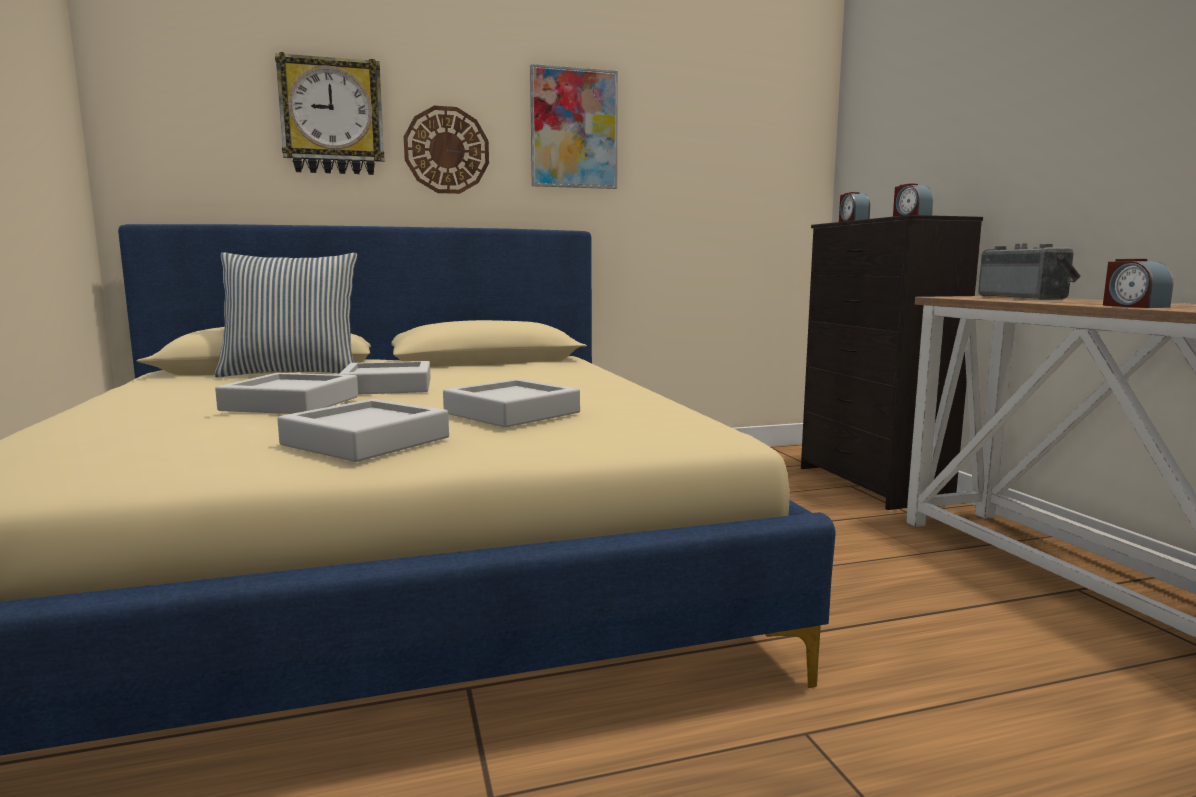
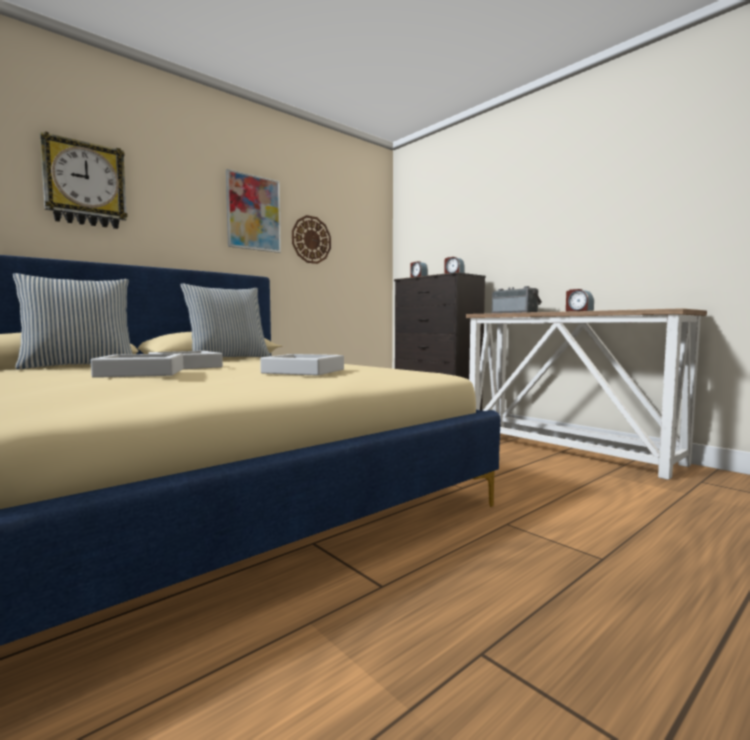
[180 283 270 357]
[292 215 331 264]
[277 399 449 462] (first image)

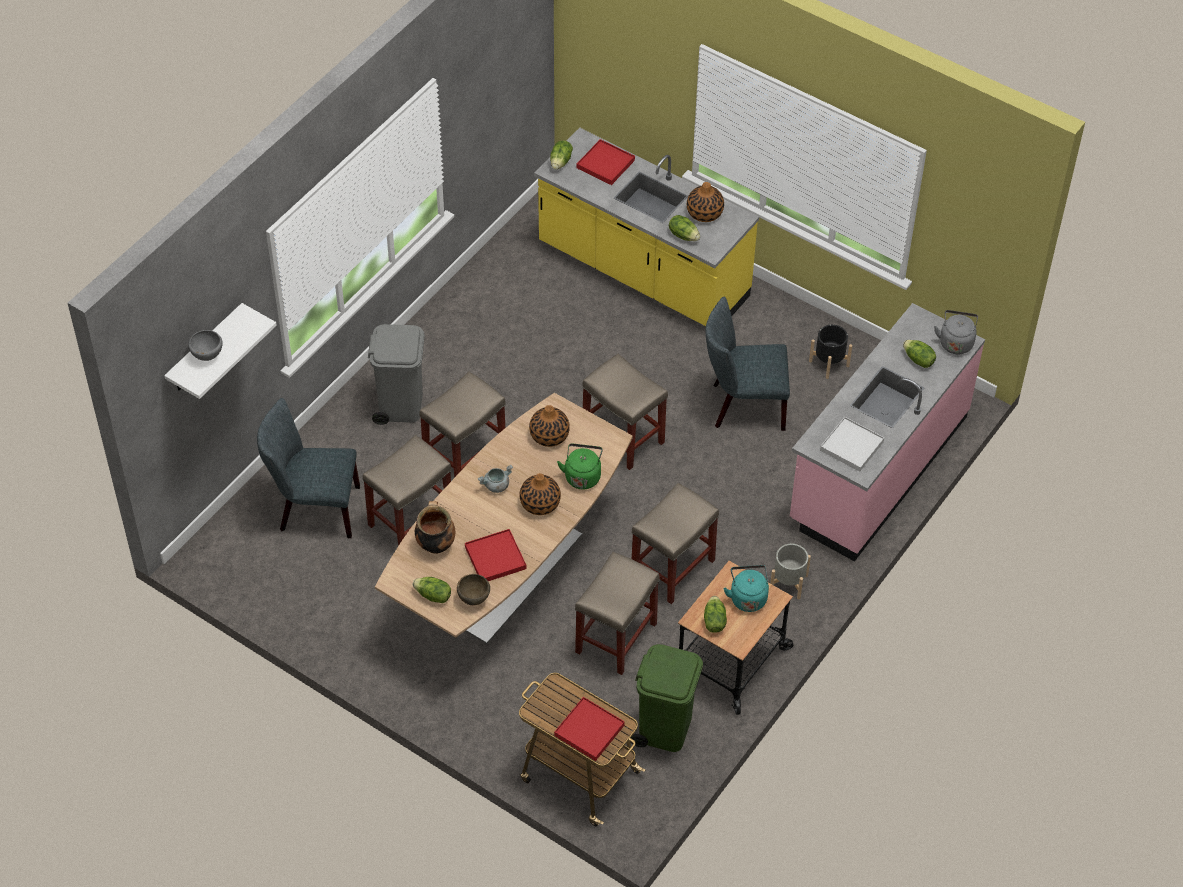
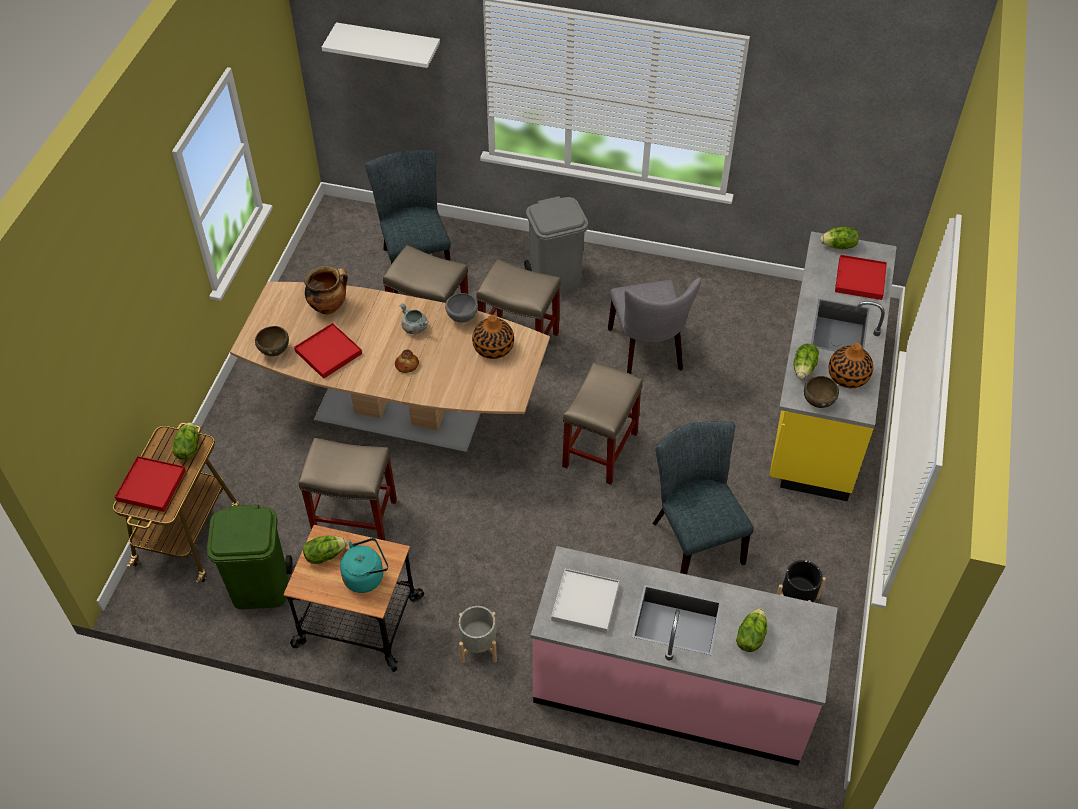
[172 422 199 460]
[395 349 419 373]
[445 293 478 323]
[608 278 701 374]
[804 376 839 408]
[557 444 603 489] (first image)
[632 483 719 604] (first image)
[934 310 978 355] (first image)

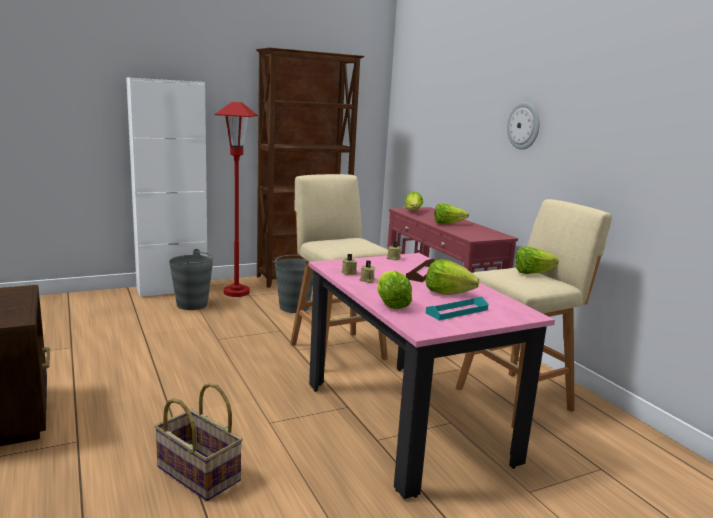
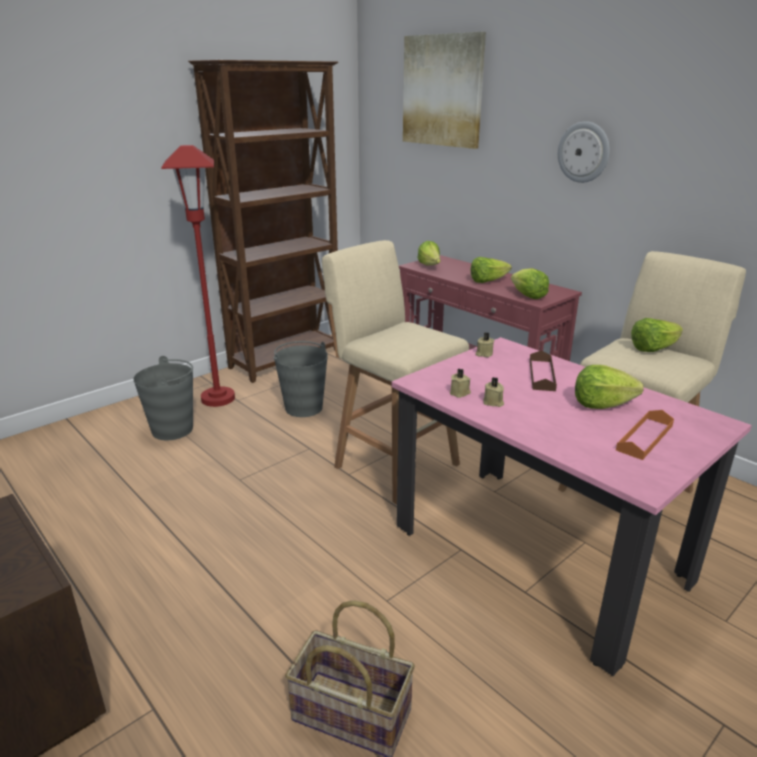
[403 32 486 149]
[511 268 549 299]
[616 410 674 460]
[126 77 207 298] (first image)

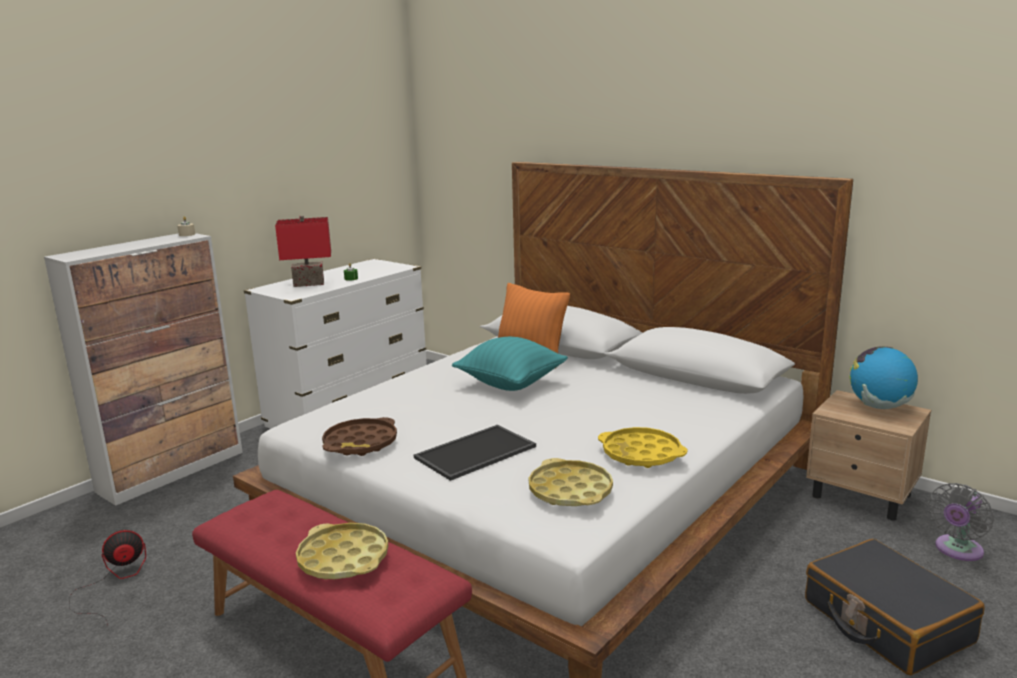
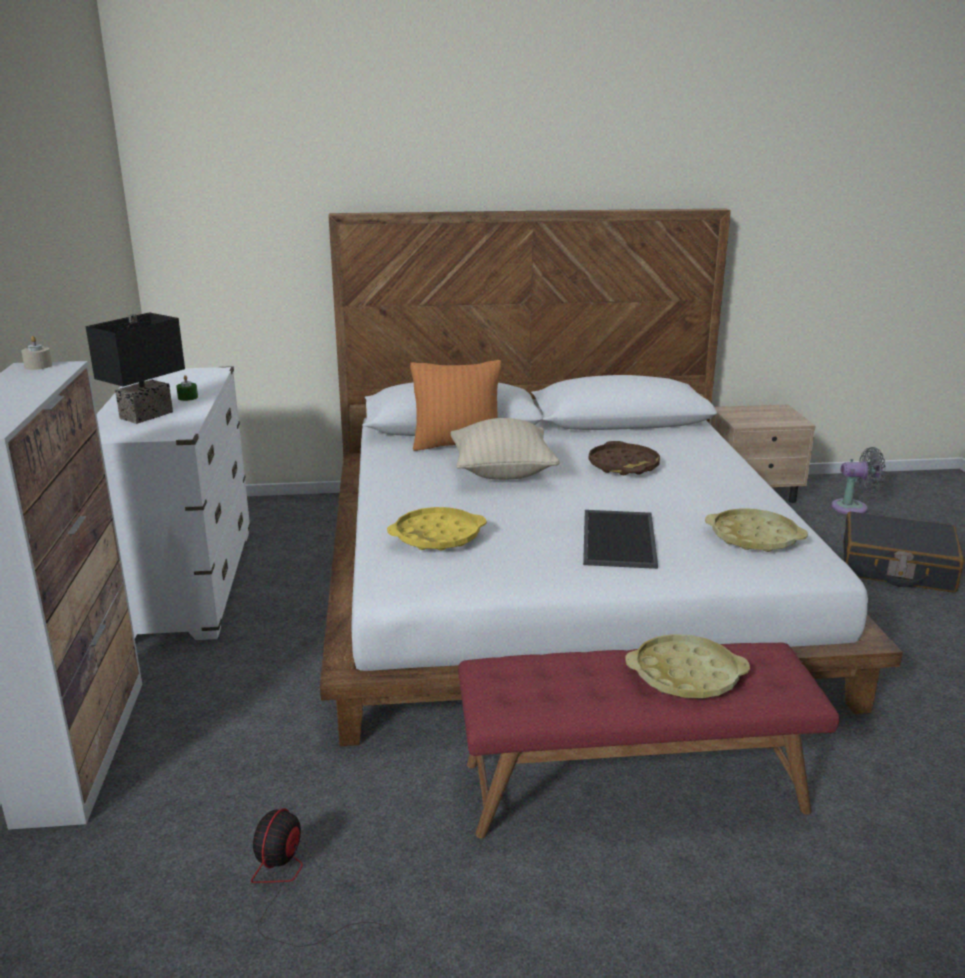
[86 312 185 424]
[387 507 487 551]
[451 418 560 480]
[589 441 660 475]
[831 447 886 514]
[849 346 918 409] (first image)

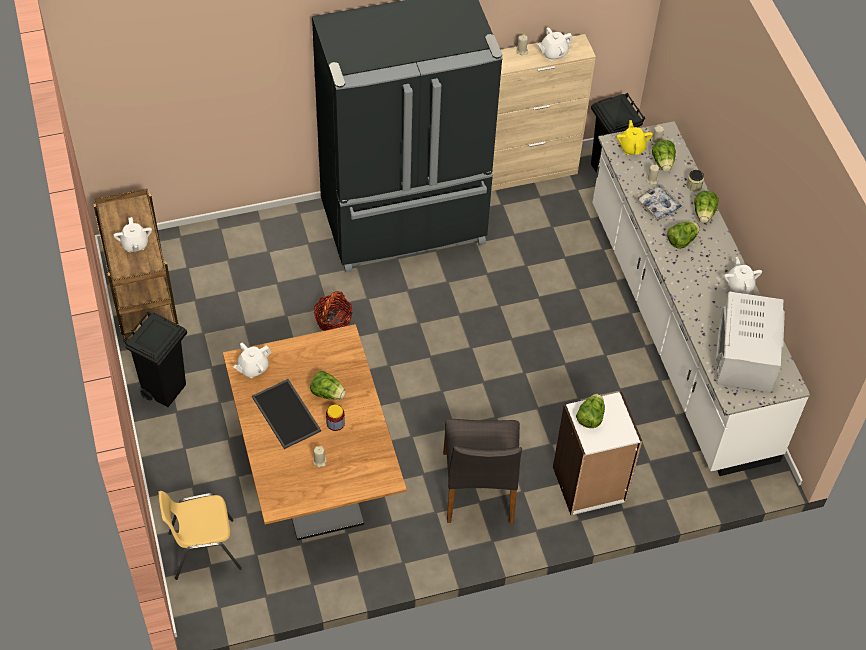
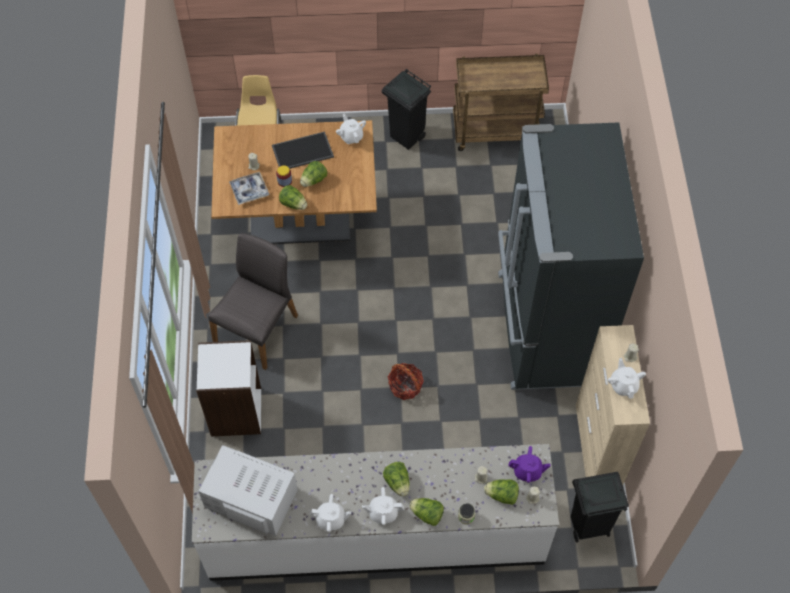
[208 233 298 370]
[229 172 269 205]
[279 185 307 210]
[362 487 404 525]
[388 363 424 400]
[508 446 551 483]

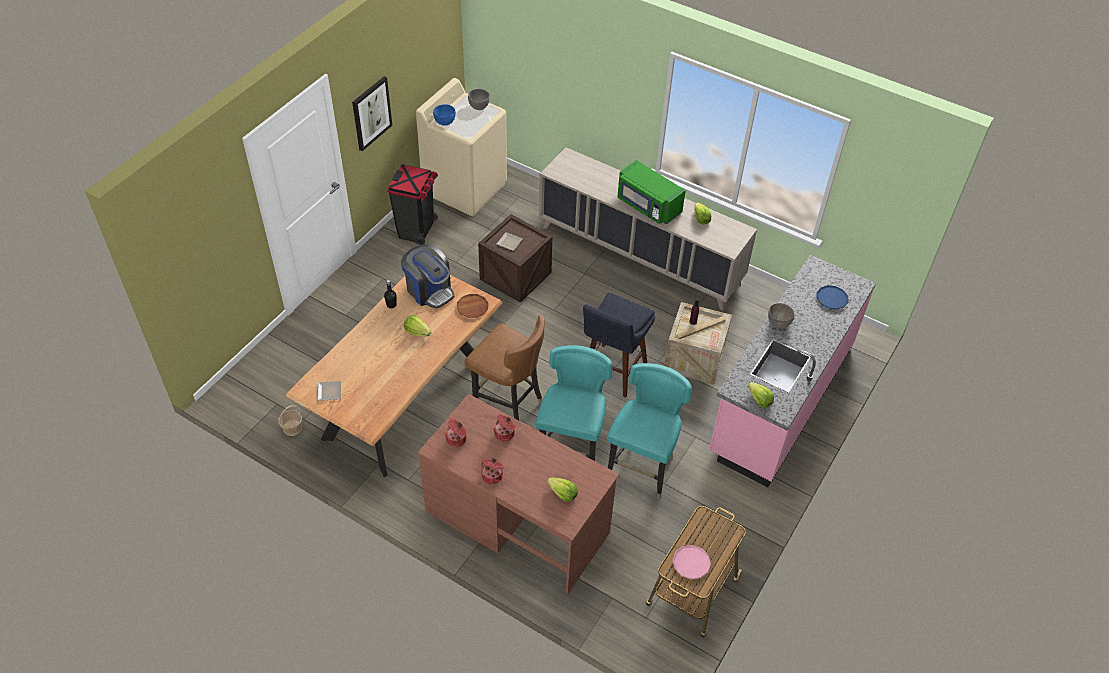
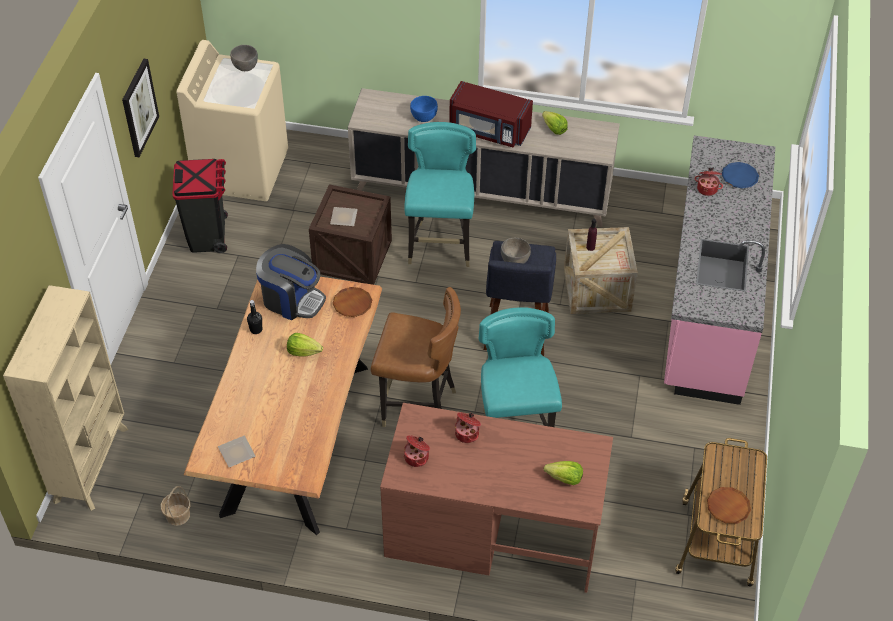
[3 285 128 511]
[404 122 476 267]
[410 96 438 122]
[449 81 533 148]
[501 238 531 263]
[695 168 723 196]
[707 487 751 524]
[748 382 774 408] (first image)

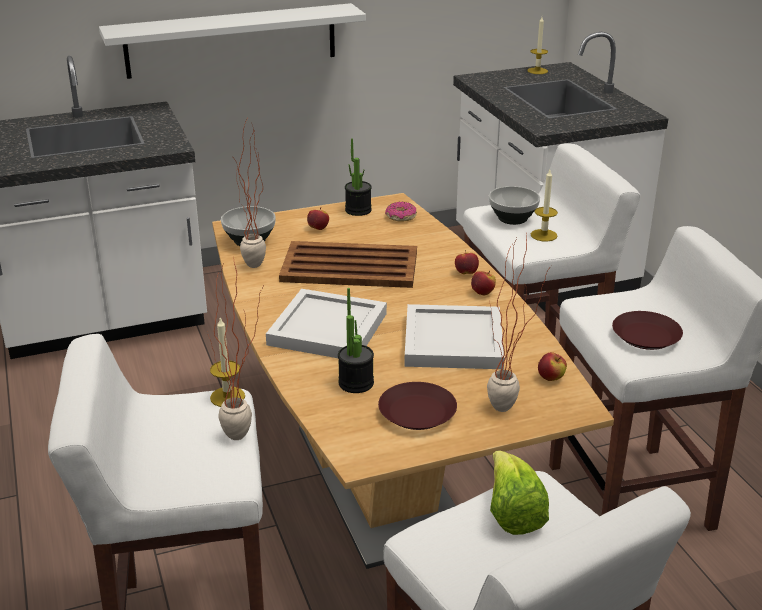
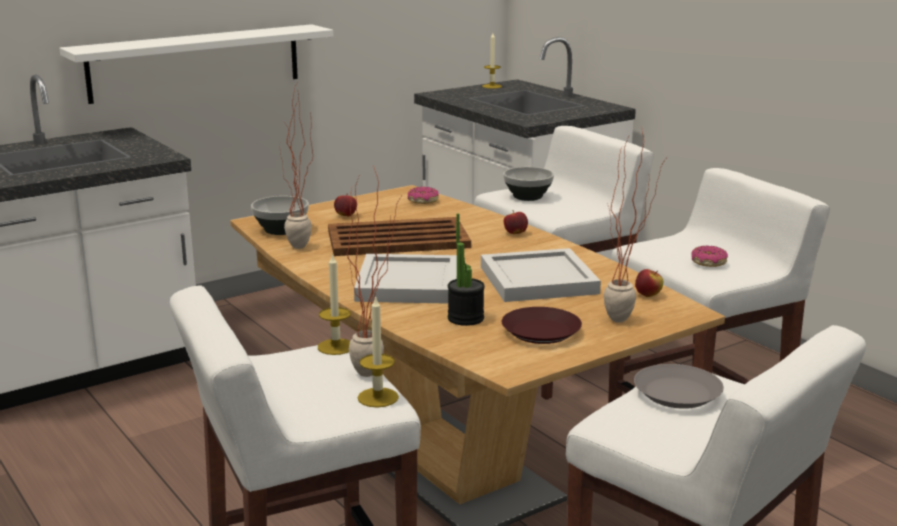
[358 295 399 408]
[634 364 724 409]
[691 245 728 267]
[345 138 372 216] (first image)
[471 271 496 295] (first image)

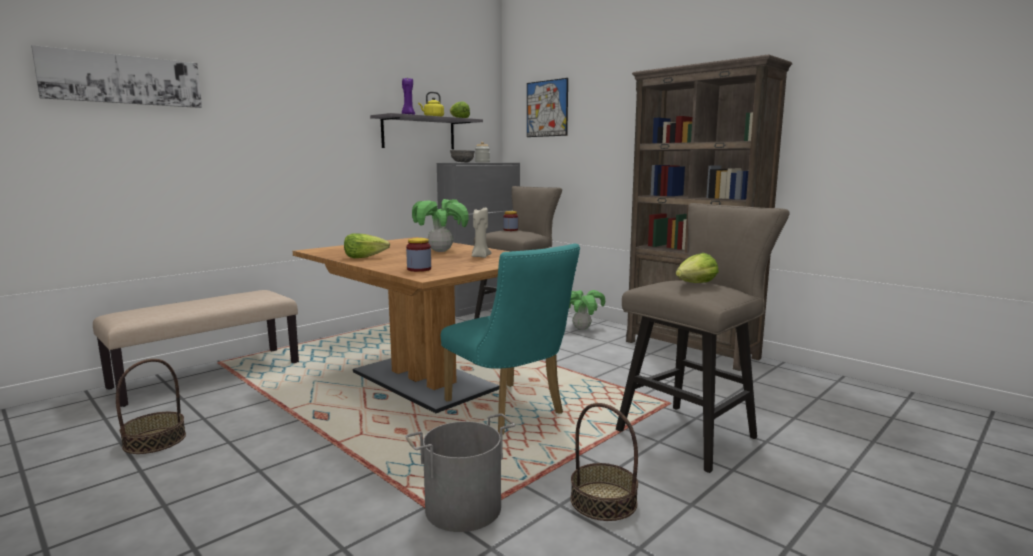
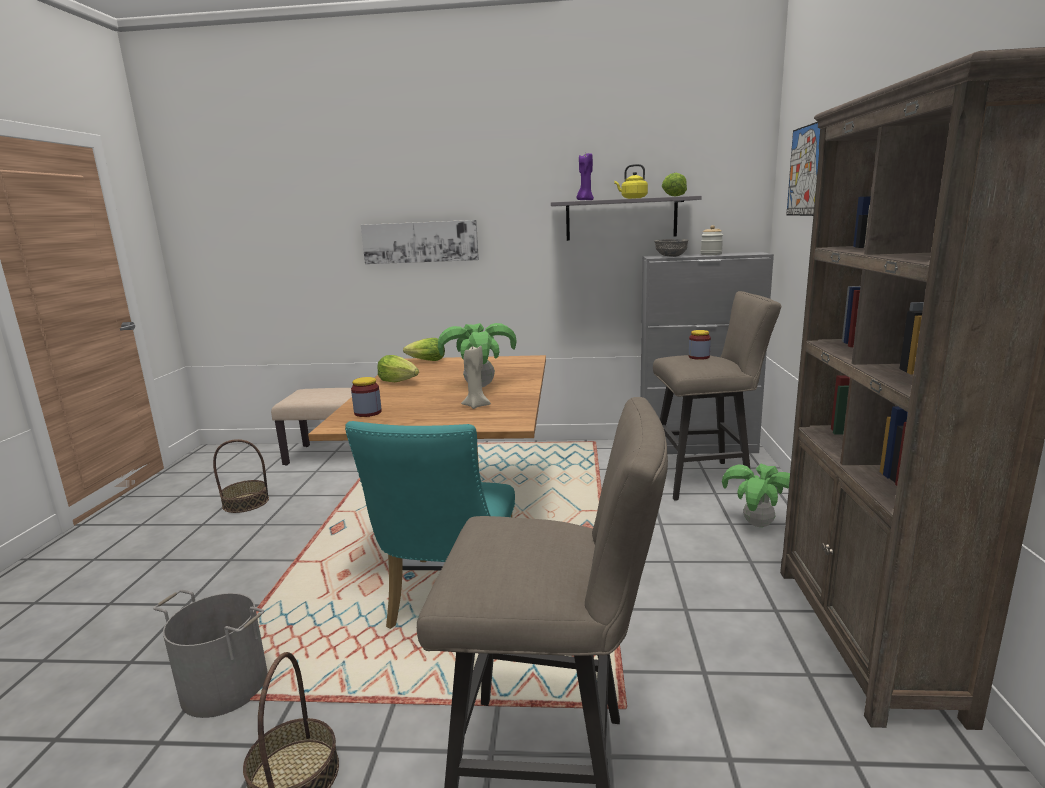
[361 220 479 264]
[403 338 445 361]

